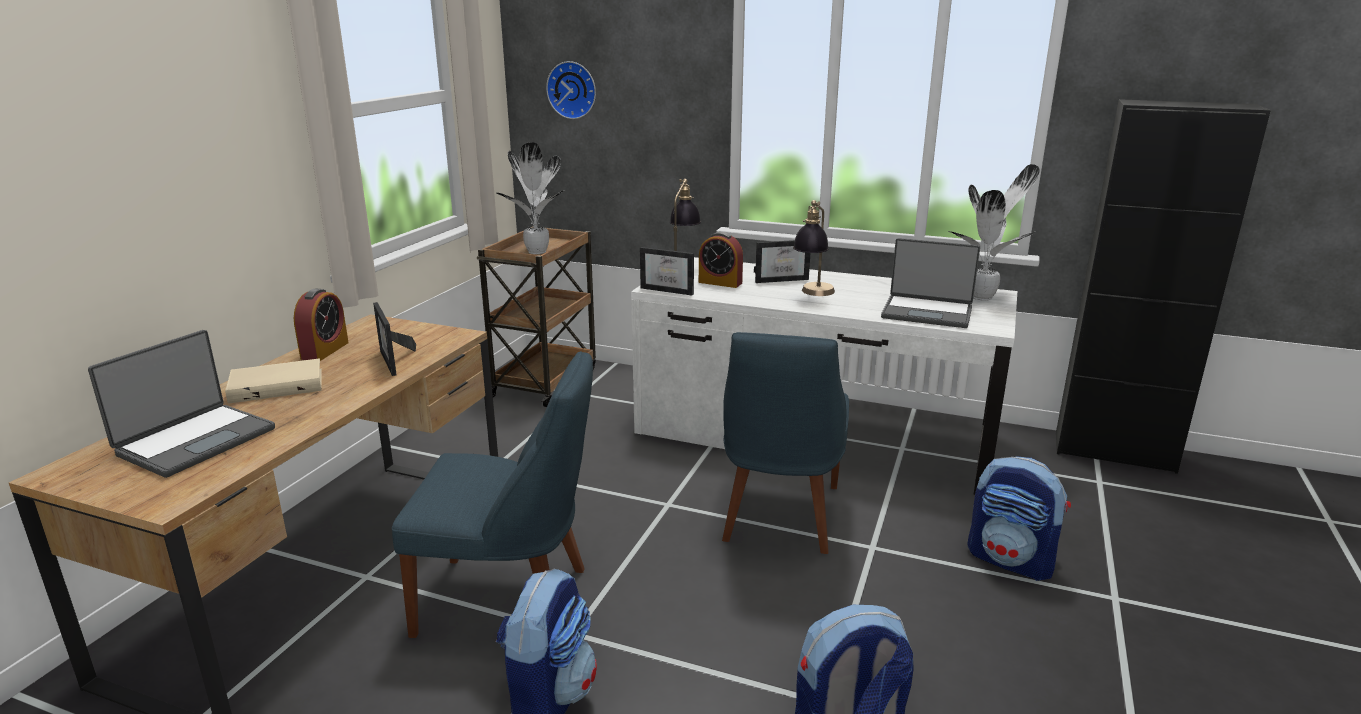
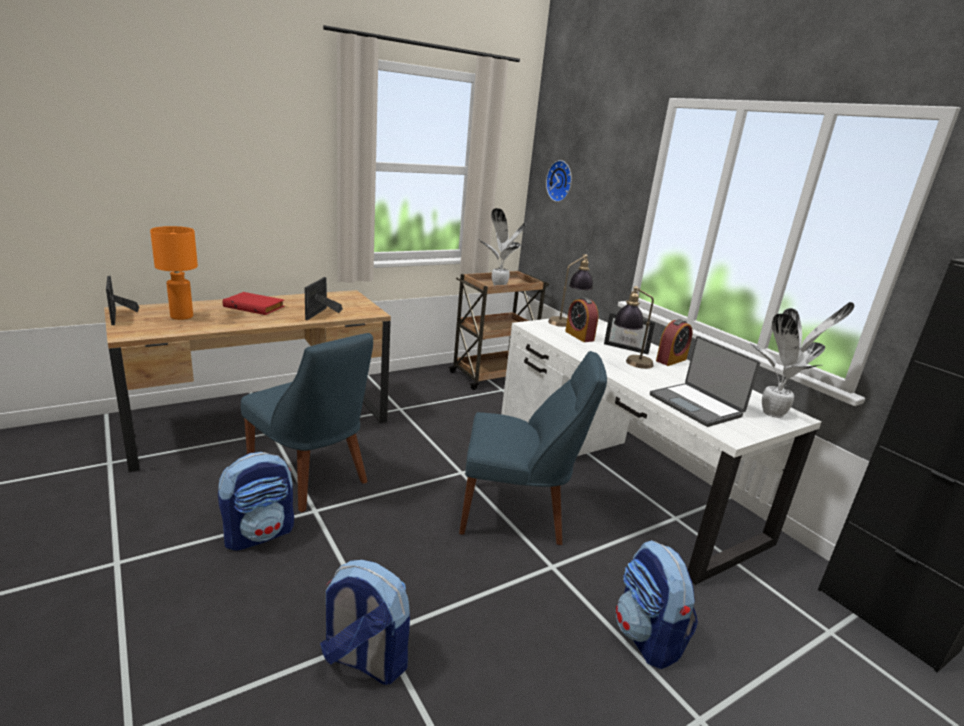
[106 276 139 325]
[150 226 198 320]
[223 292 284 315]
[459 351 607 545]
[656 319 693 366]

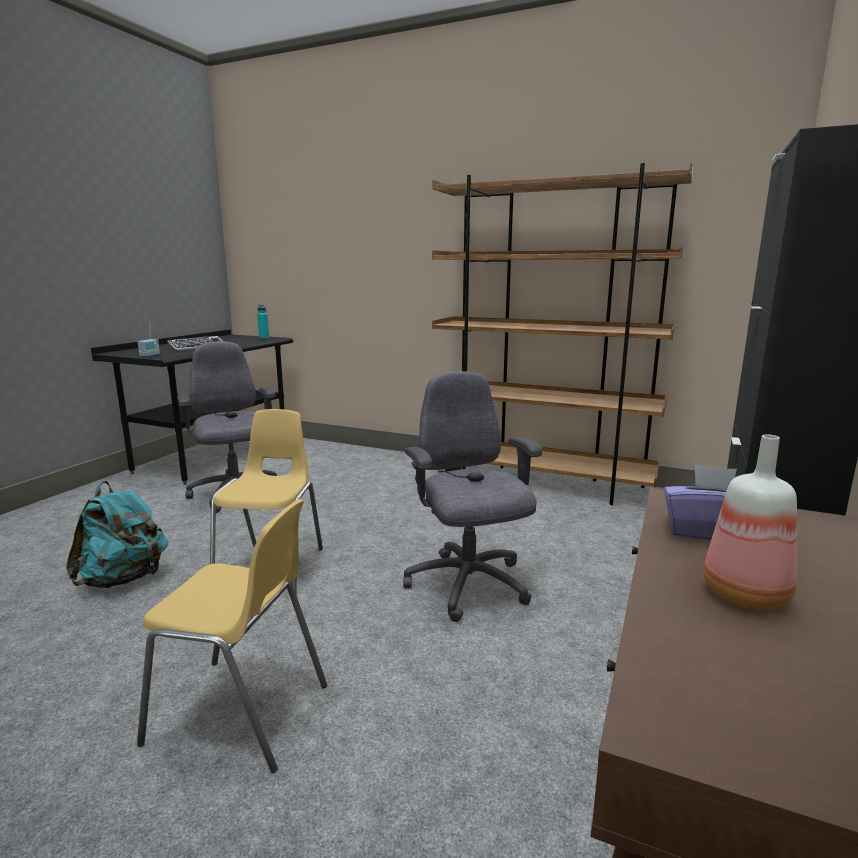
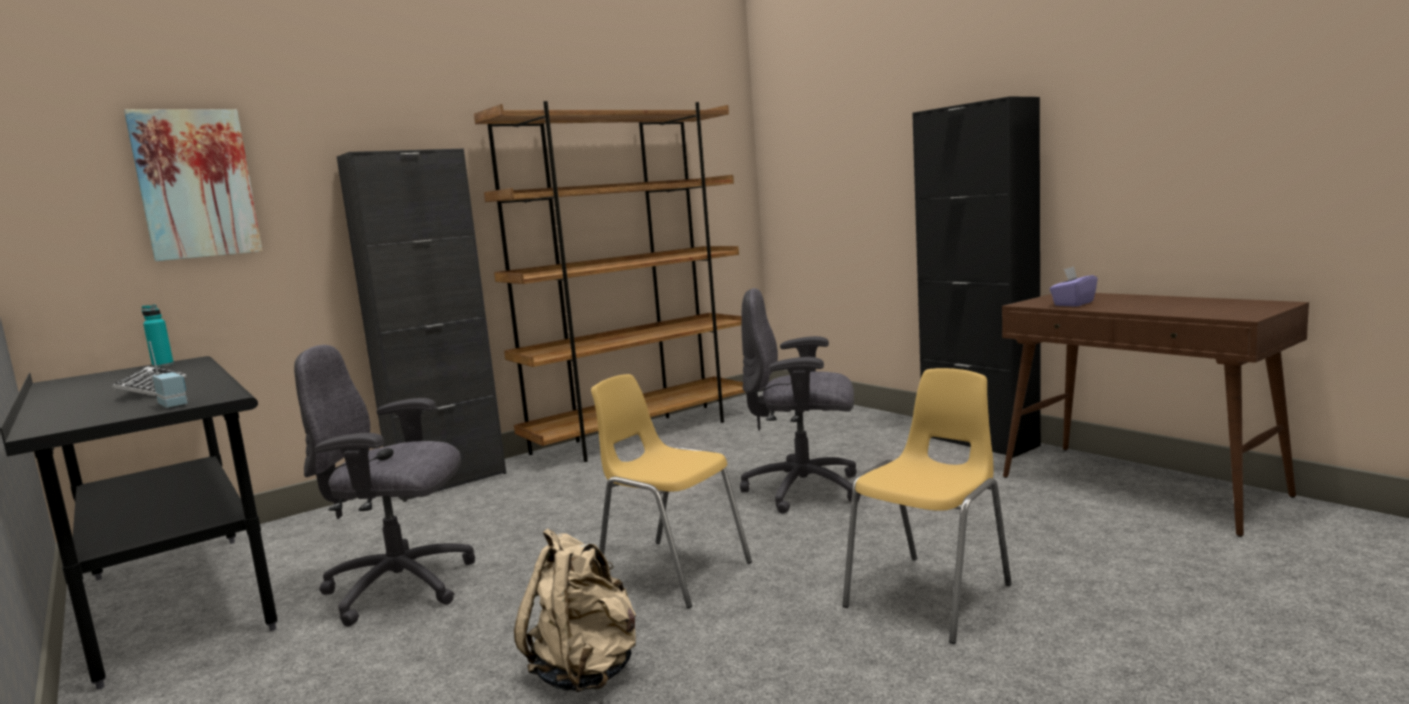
[124 109 263 261]
[337 148 506 502]
[514 528 636 692]
[703 434 797 609] (first image)

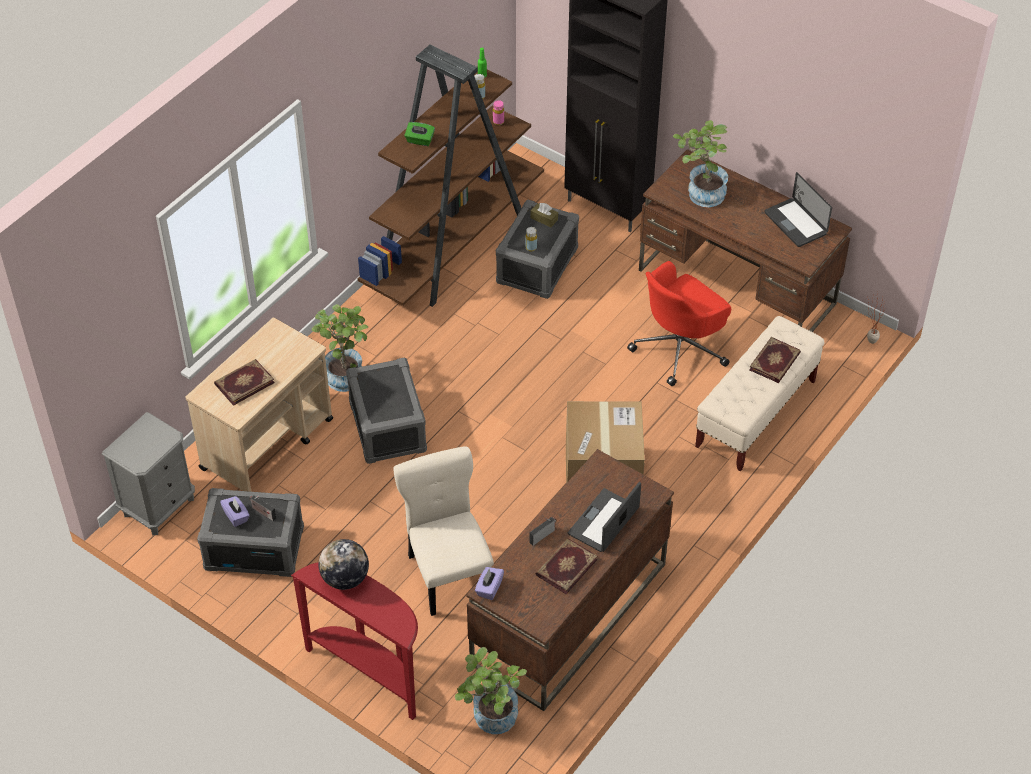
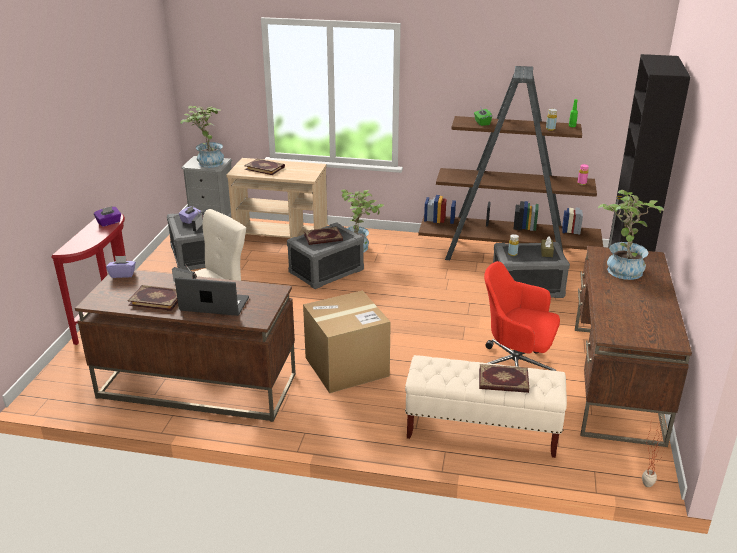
[94 206 121 227]
[180 106 224 168]
[304 227 343 245]
[764 172 832 247] (first image)

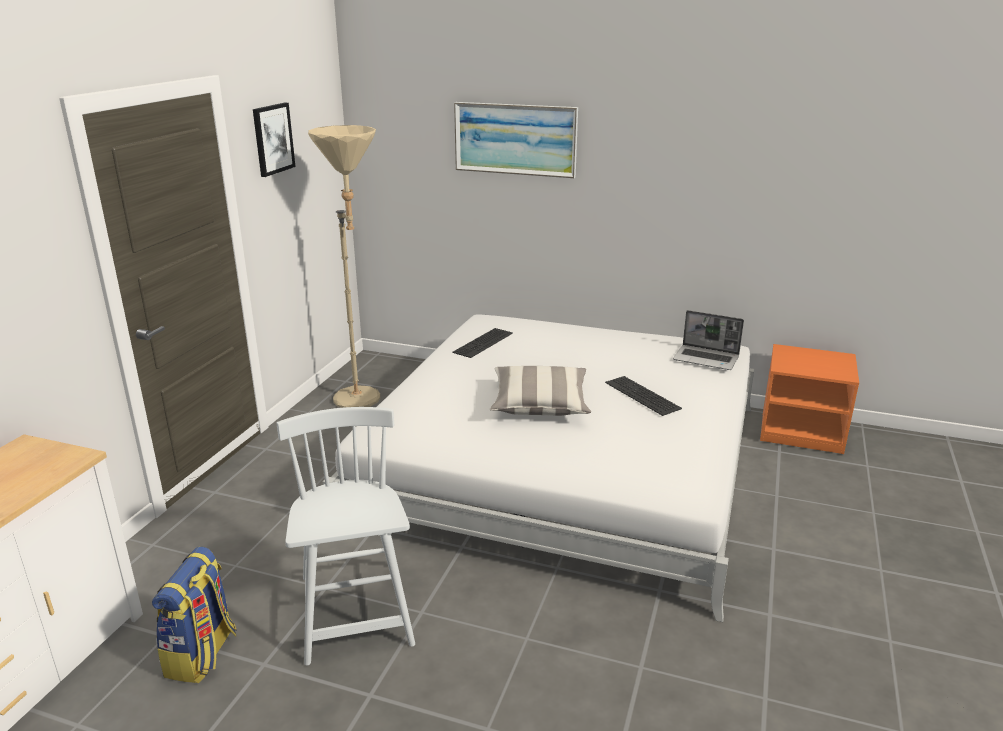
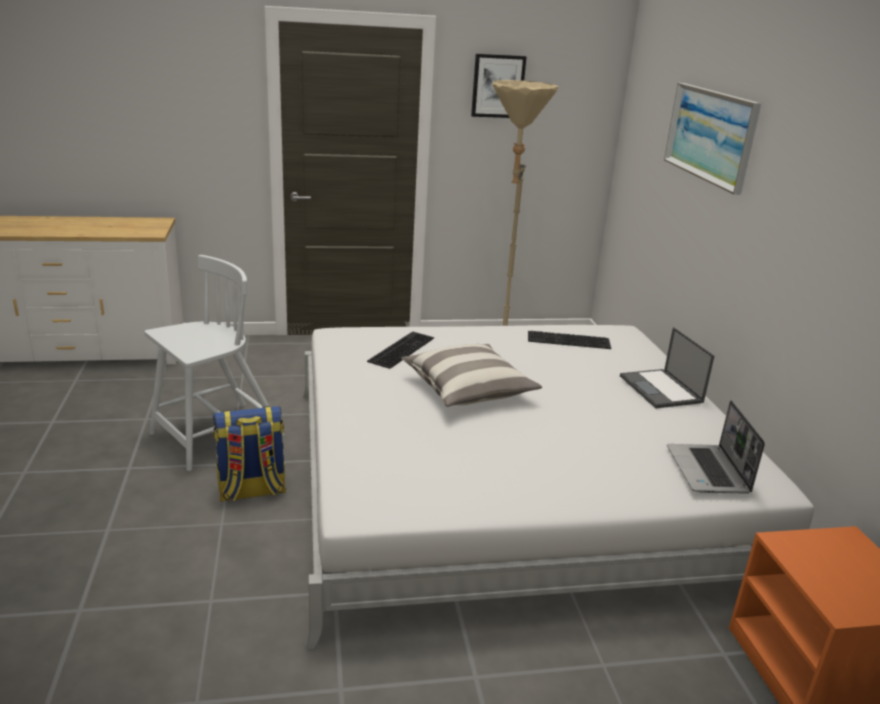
[213 406 286 502]
[367 331 434 369]
[620 327 714 408]

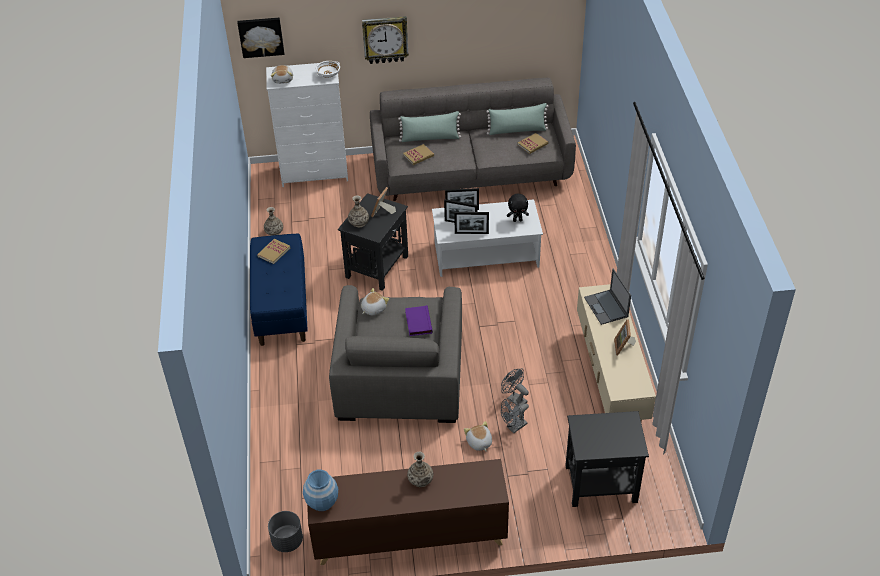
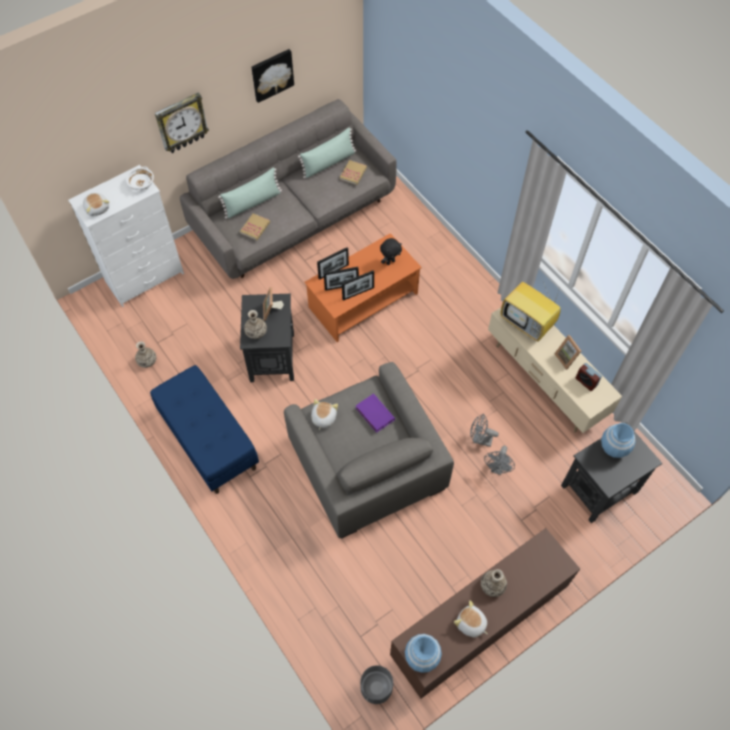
[251 49 294 103]
[304 233 422 342]
[454 600 488 637]
[501 277 561 342]
[576 363 602 391]
[601 423 636 458]
[257 239 290 264] (first image)

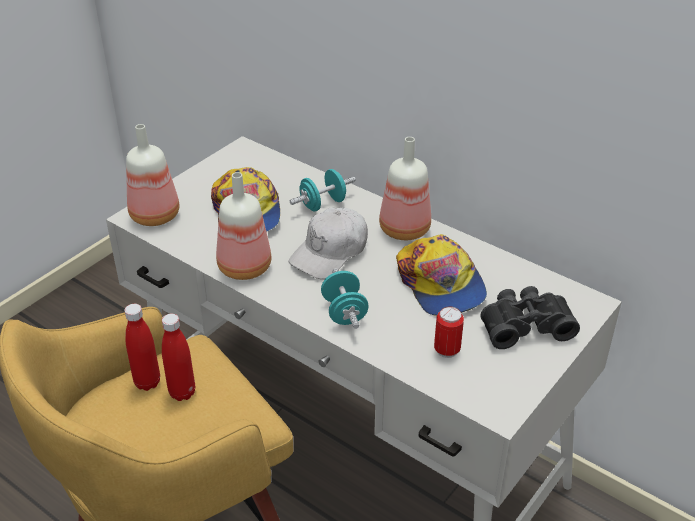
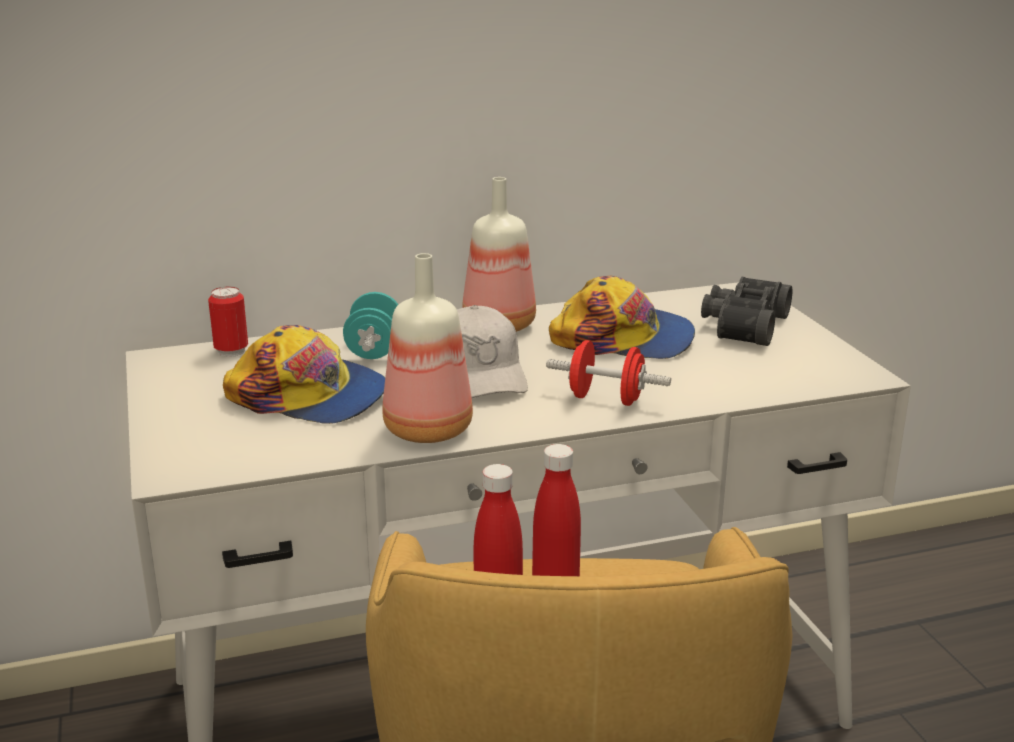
[208 287 248 357]
[546 340 671 406]
[126 124 179 226] (first image)

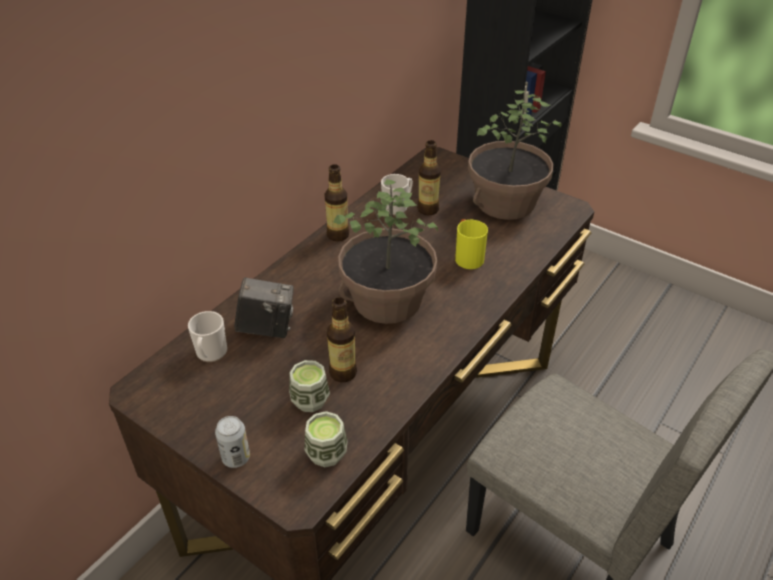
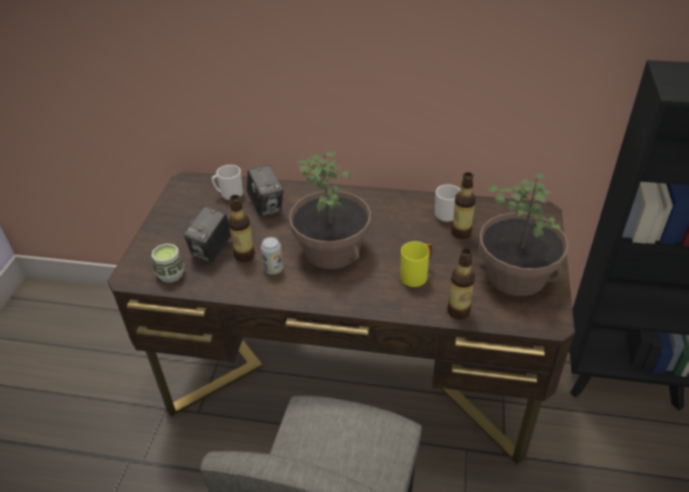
[184 206 231 263]
[261 237 283 275]
[447 248 475 319]

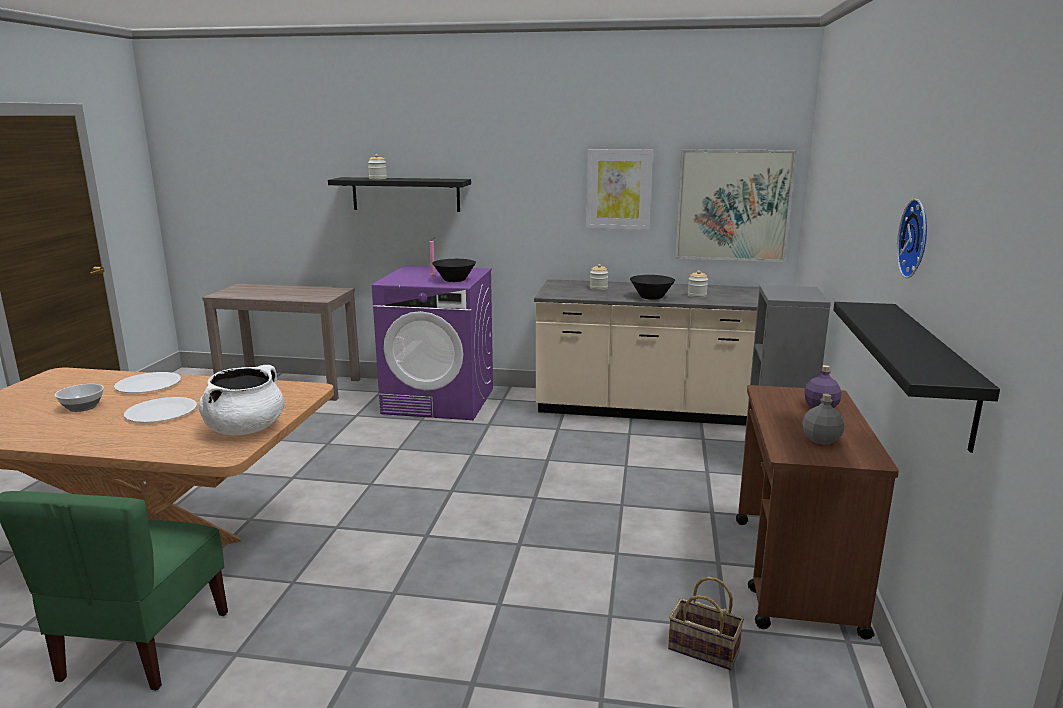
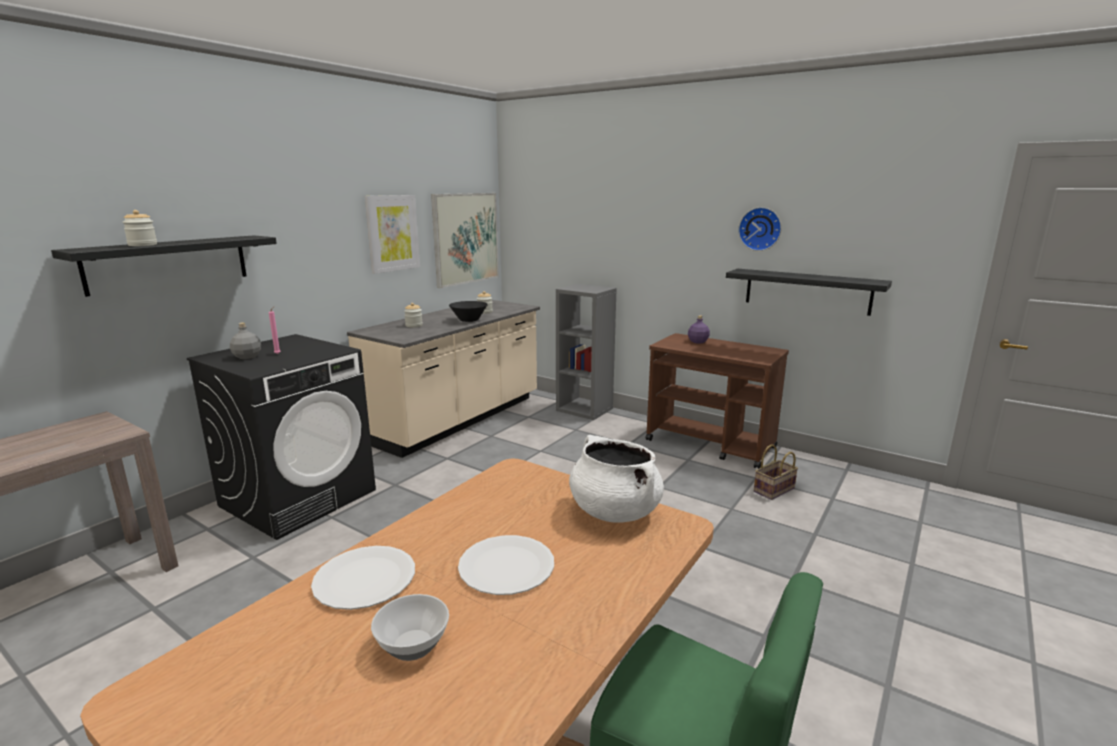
[187 334 376 540]
[230 323 261 359]
[432 259 476 282] (first image)

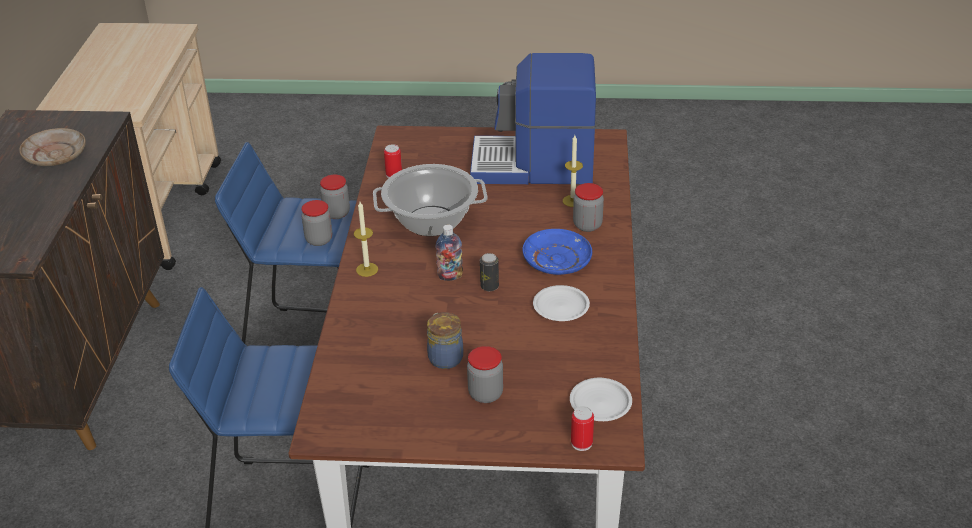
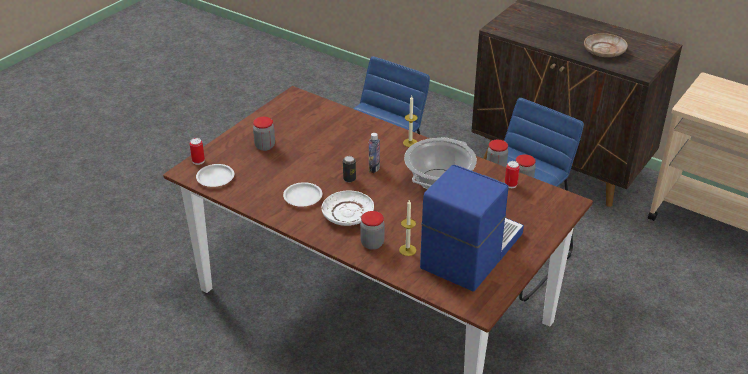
[321 191 374 226]
[427 312 463 369] (first image)

